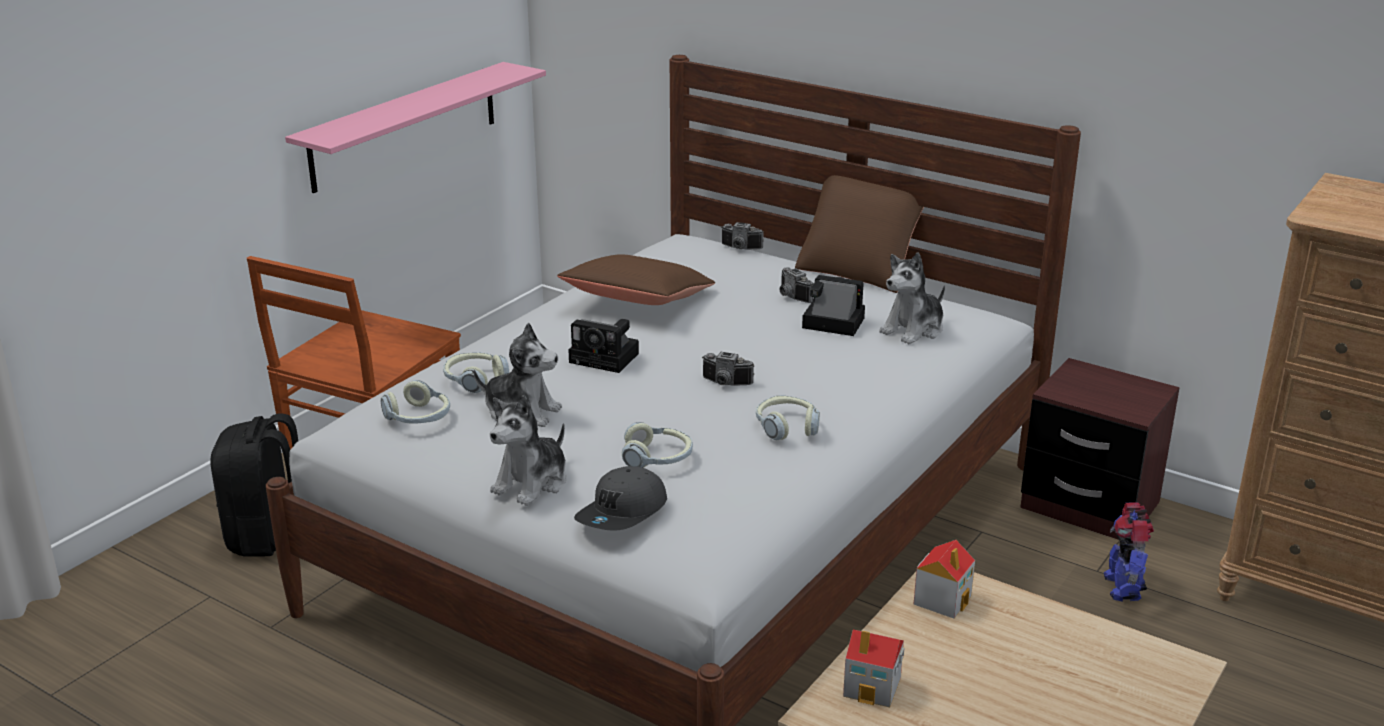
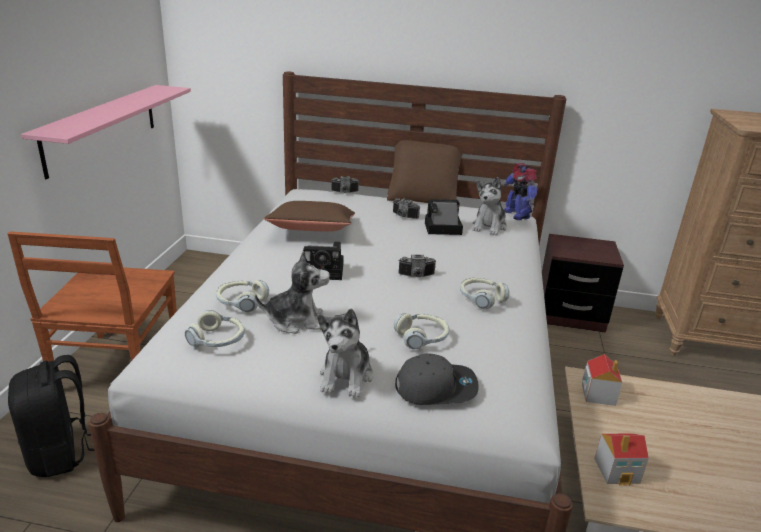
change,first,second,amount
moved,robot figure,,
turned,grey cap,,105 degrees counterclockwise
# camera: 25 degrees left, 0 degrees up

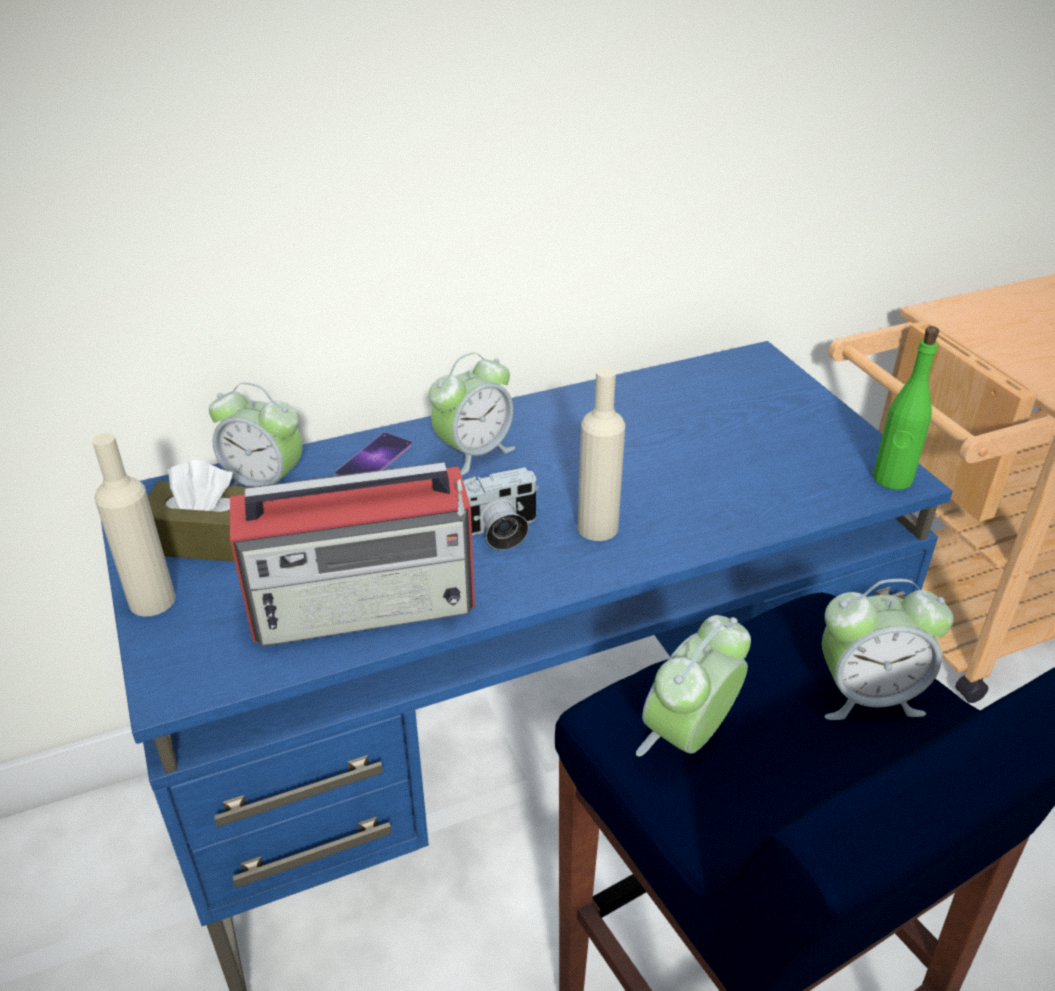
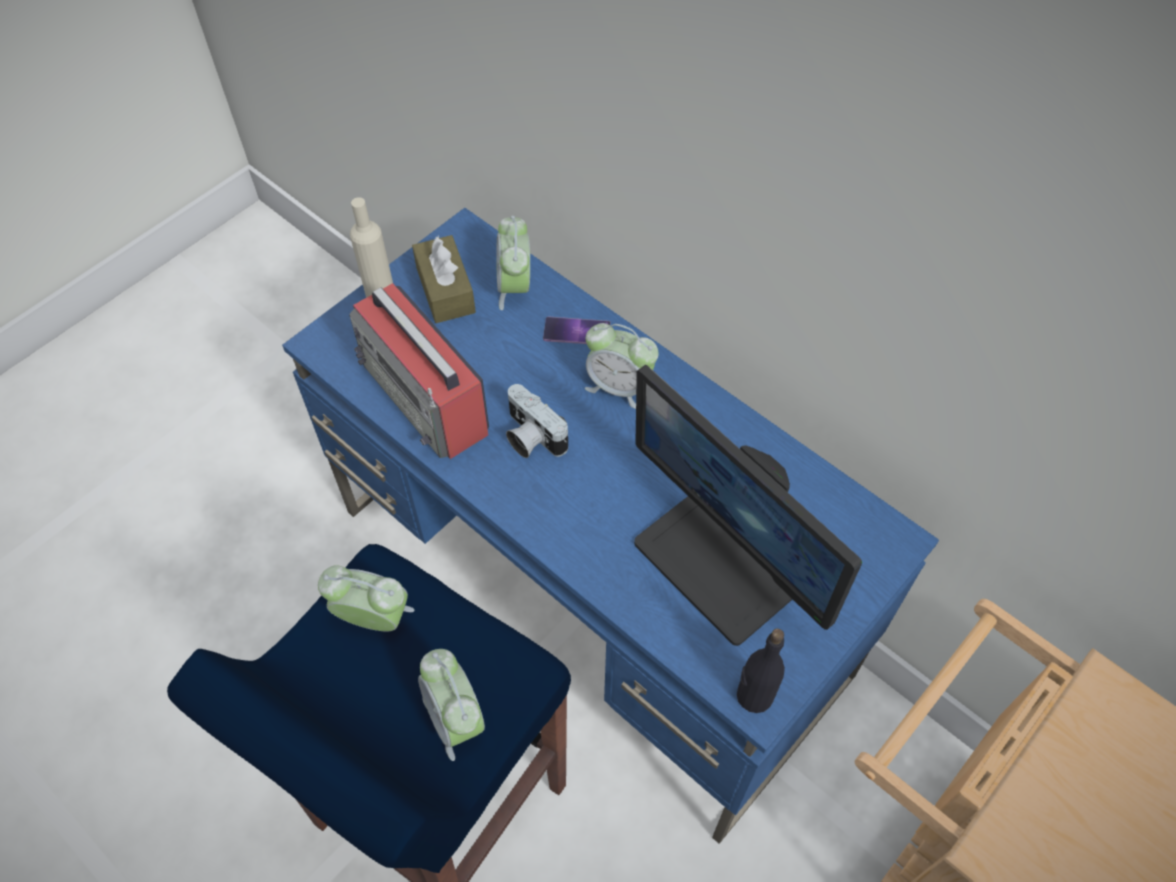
change,first,second,amount
removed,sand-coloured beverage bottle (2nd from left),,
added,,monitor,
recoloured,green-coloured beverage bottle,blackish beverage bottle,
# camera: 65 degrees right, 20 degrees up

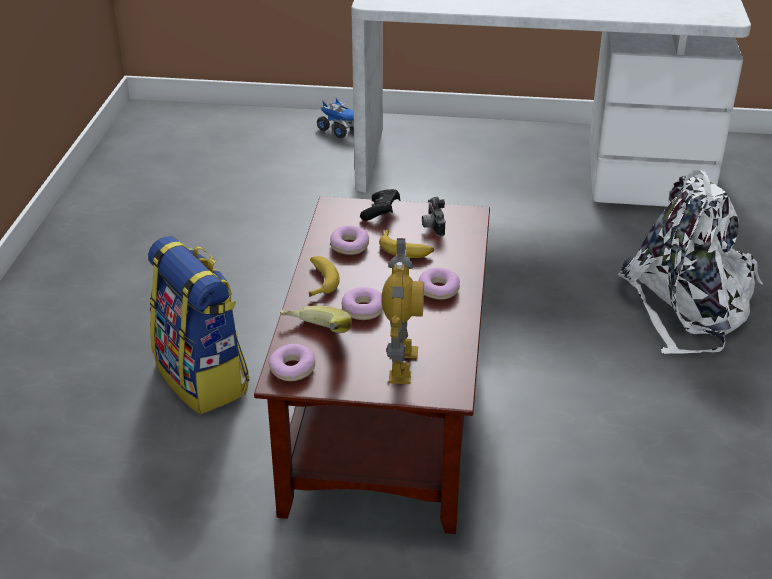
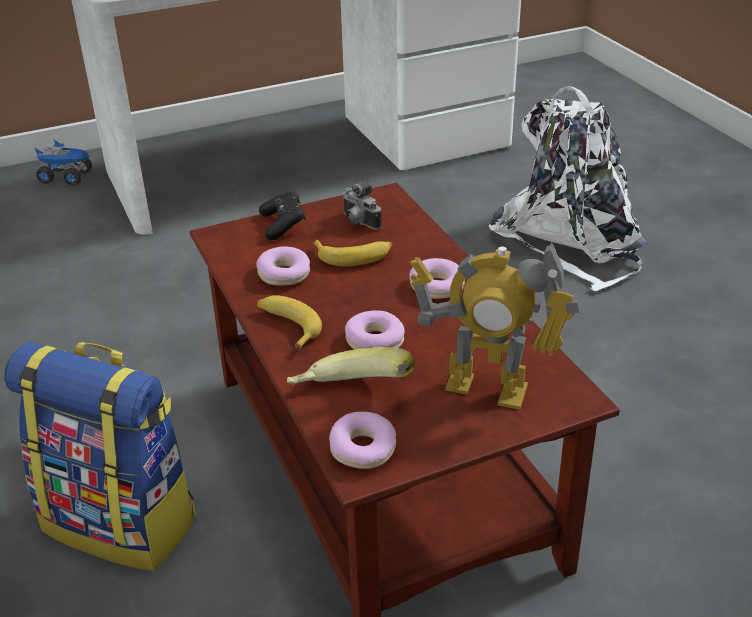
change,first,second,amount
turned,robot figure,,135 degrees clockwise
# camera: 30 degrees left, 0 degrees up

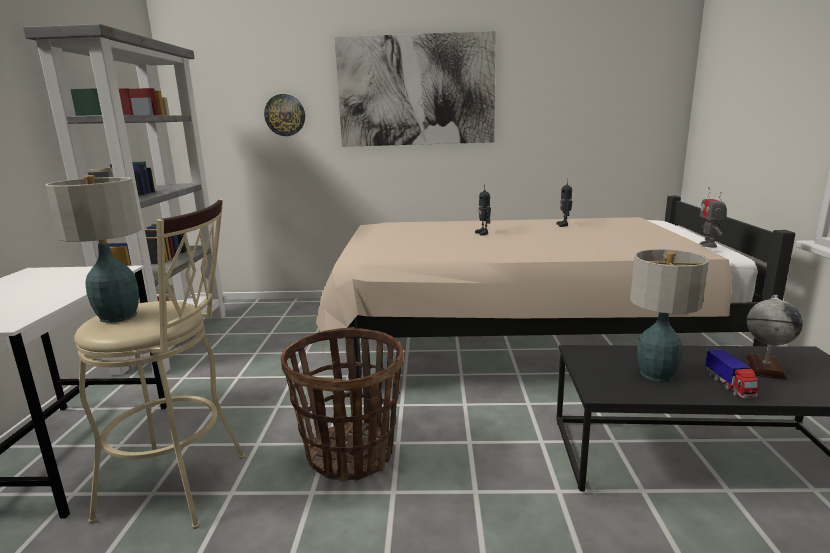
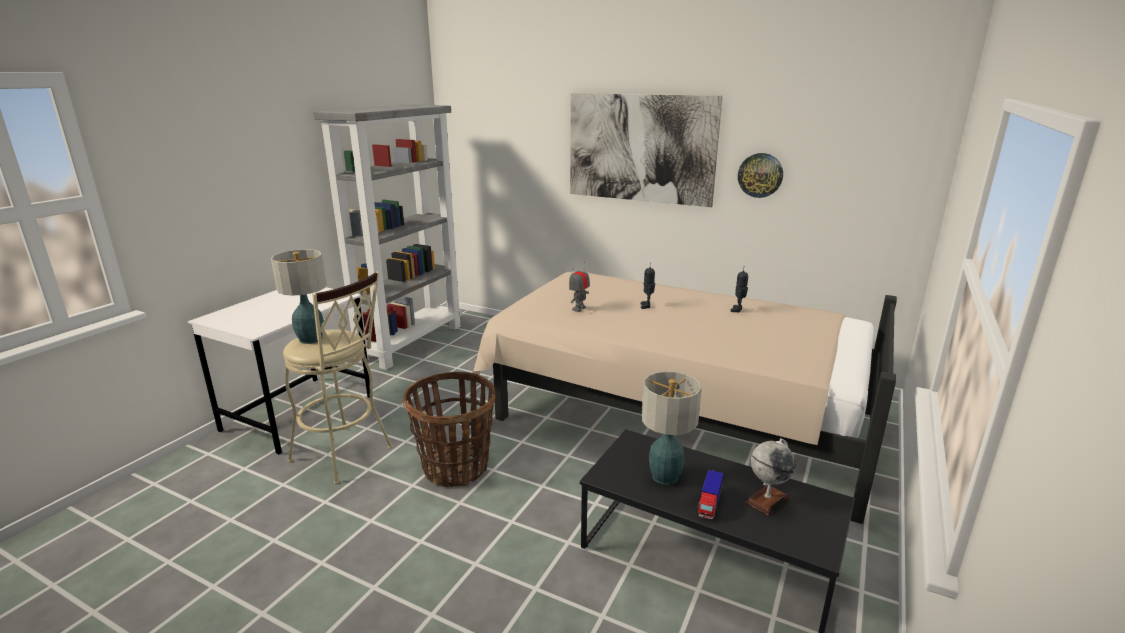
change,first,second,amount
moved,clock on the wall,,
moved,robot figure (3rd from left in the first image),robot figure (1st from left),
# camera: 25 degrees right, 5 degrees up

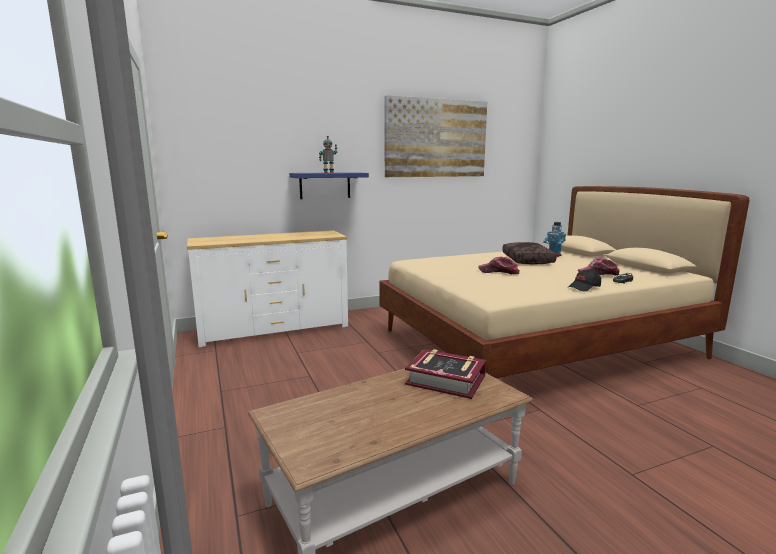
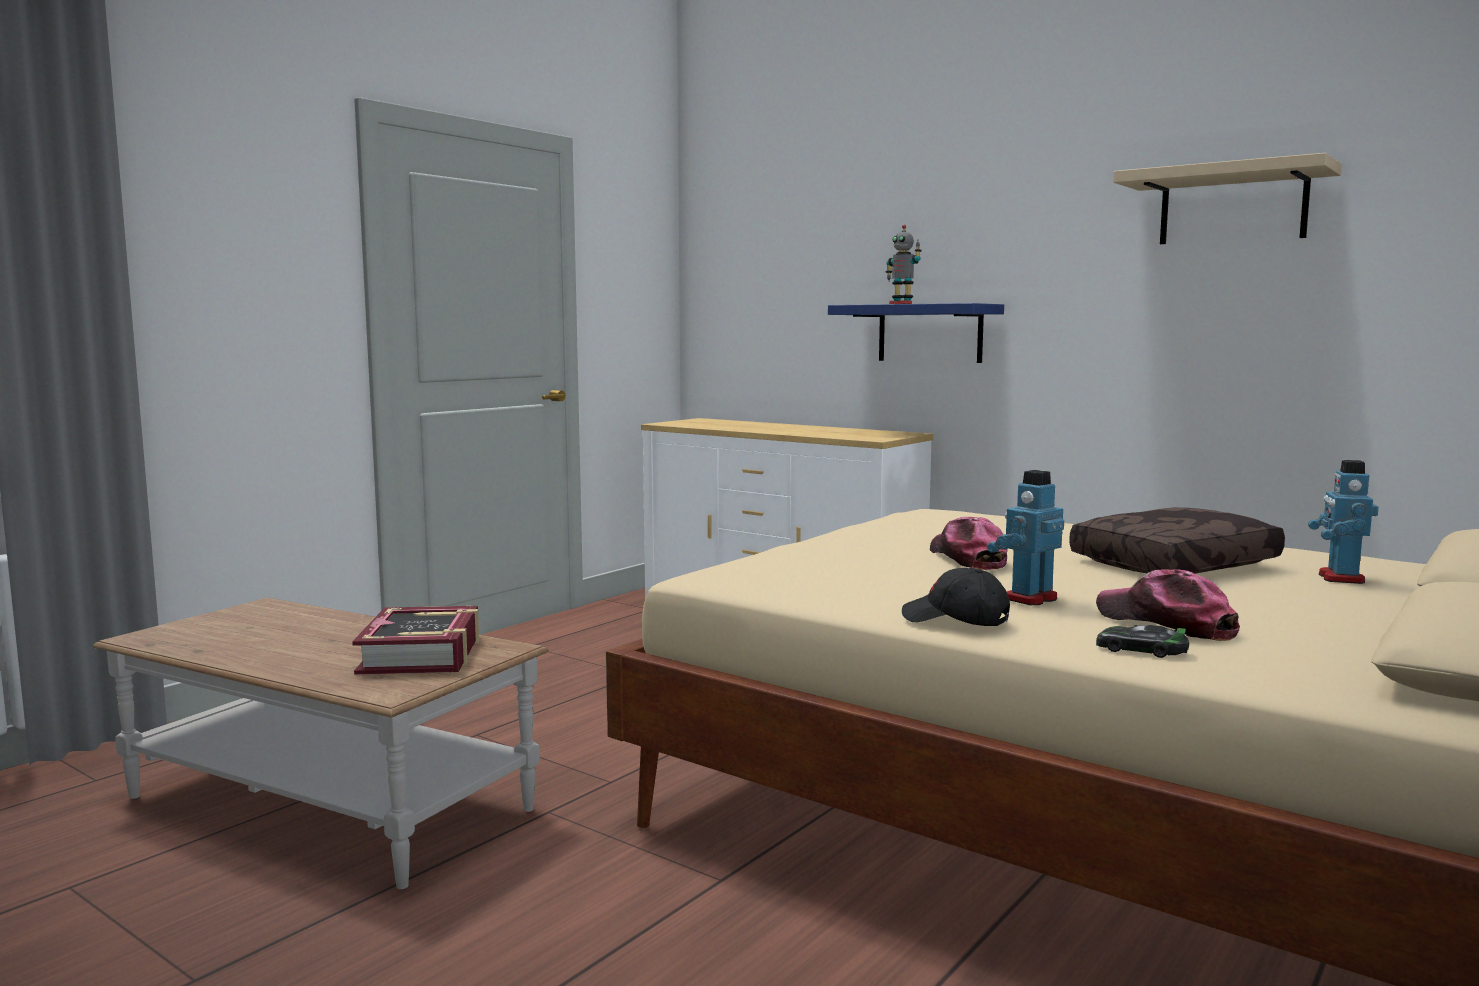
change,first,second,amount
added,,robot figure (2nd from left),
replaced,picture,sand-coloured shelf,
# camera: 60 degrees right, 5 degrees down

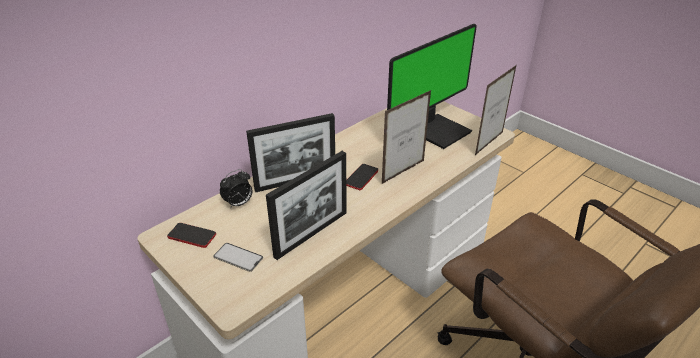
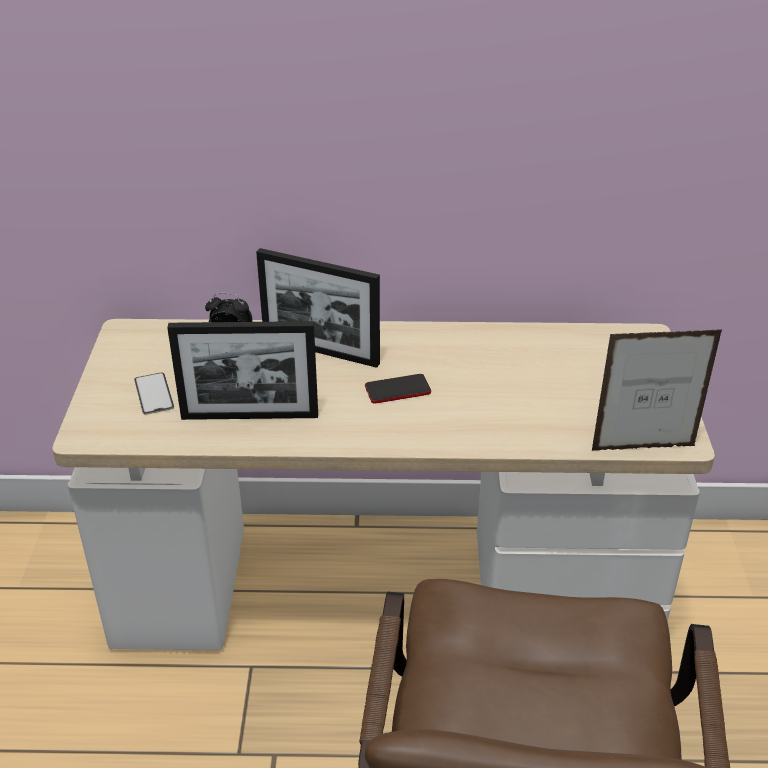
change,first,second,amount
removed,handset (1st from left),,
removed,standing frame (3rd from left),,
removed,monitor,,
# camera: 45 degrees right, 0 degrees up

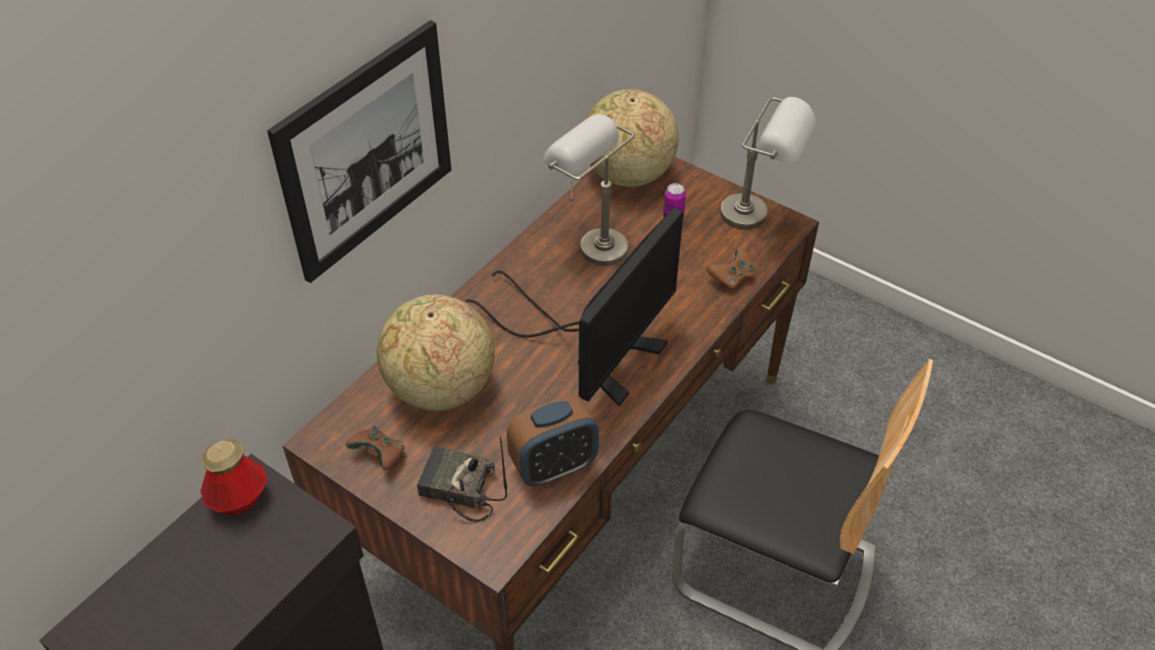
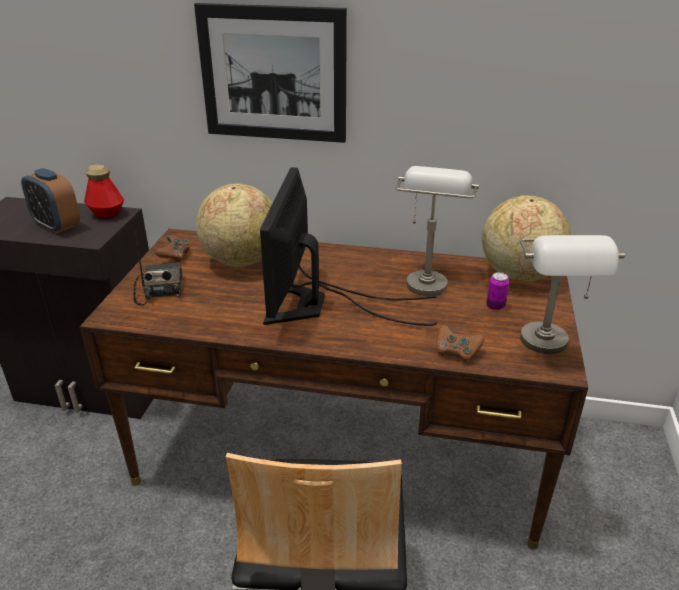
change,first,second,amount
moved,bedside clock,,
turned,monitor,,90 degrees clockwise
# camera: 65 degrees right, 15 degrees down

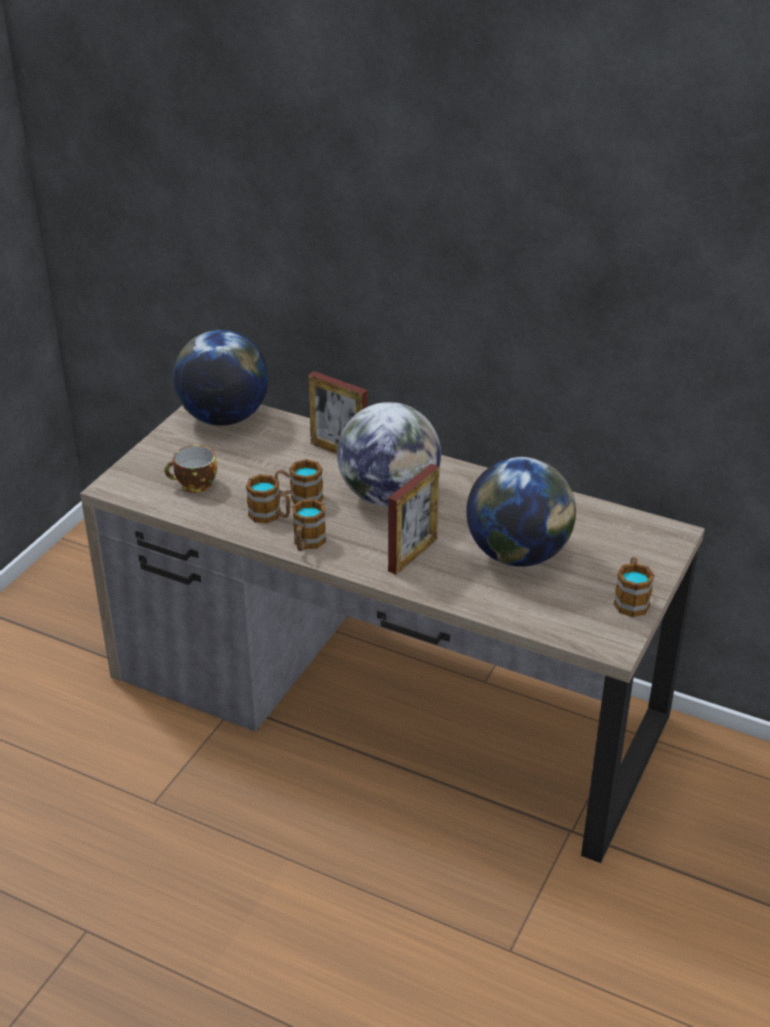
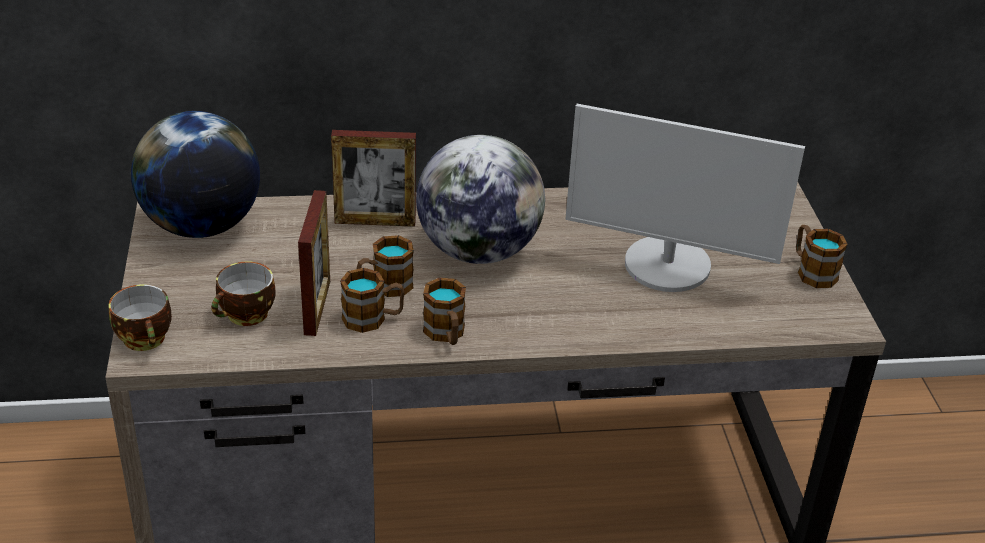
change,first,second,amount
added,,cup (1st from left),
moved,standing frame (2nd from left in the first image),standing frame (1st from left),
replaced,globe (3rd from left),monitor,
# camera: 35 degrees left, 0 degrees up

